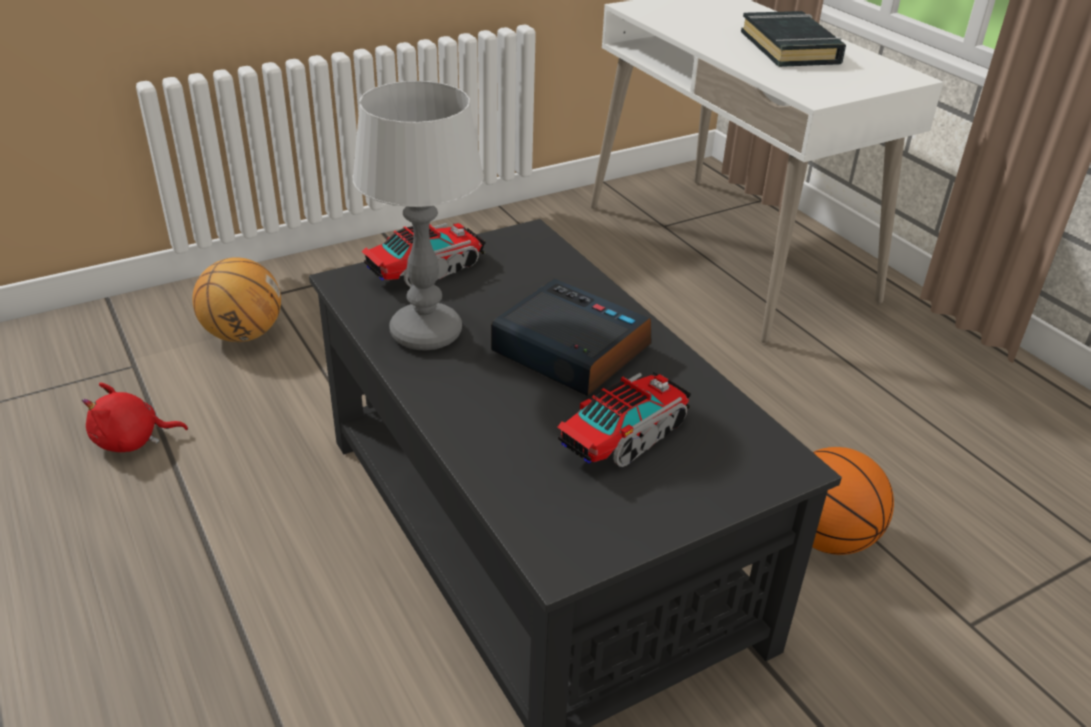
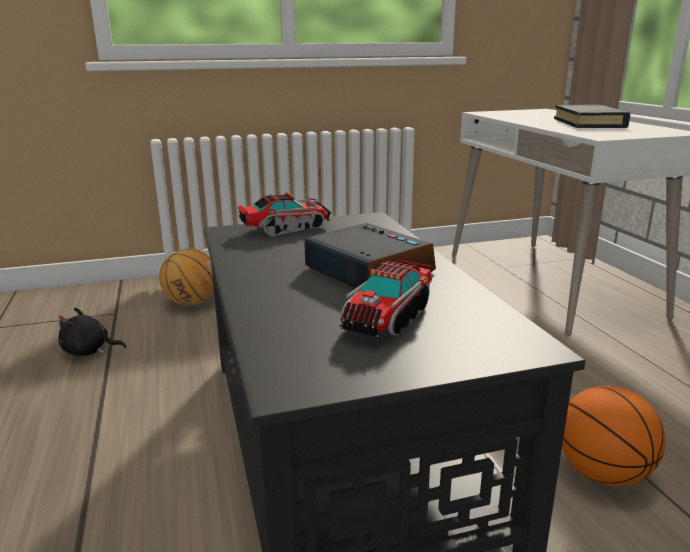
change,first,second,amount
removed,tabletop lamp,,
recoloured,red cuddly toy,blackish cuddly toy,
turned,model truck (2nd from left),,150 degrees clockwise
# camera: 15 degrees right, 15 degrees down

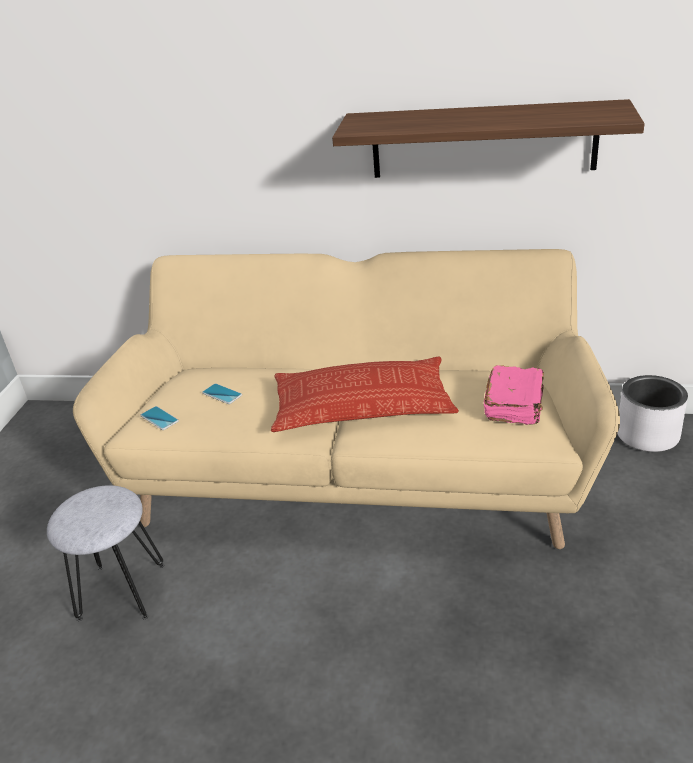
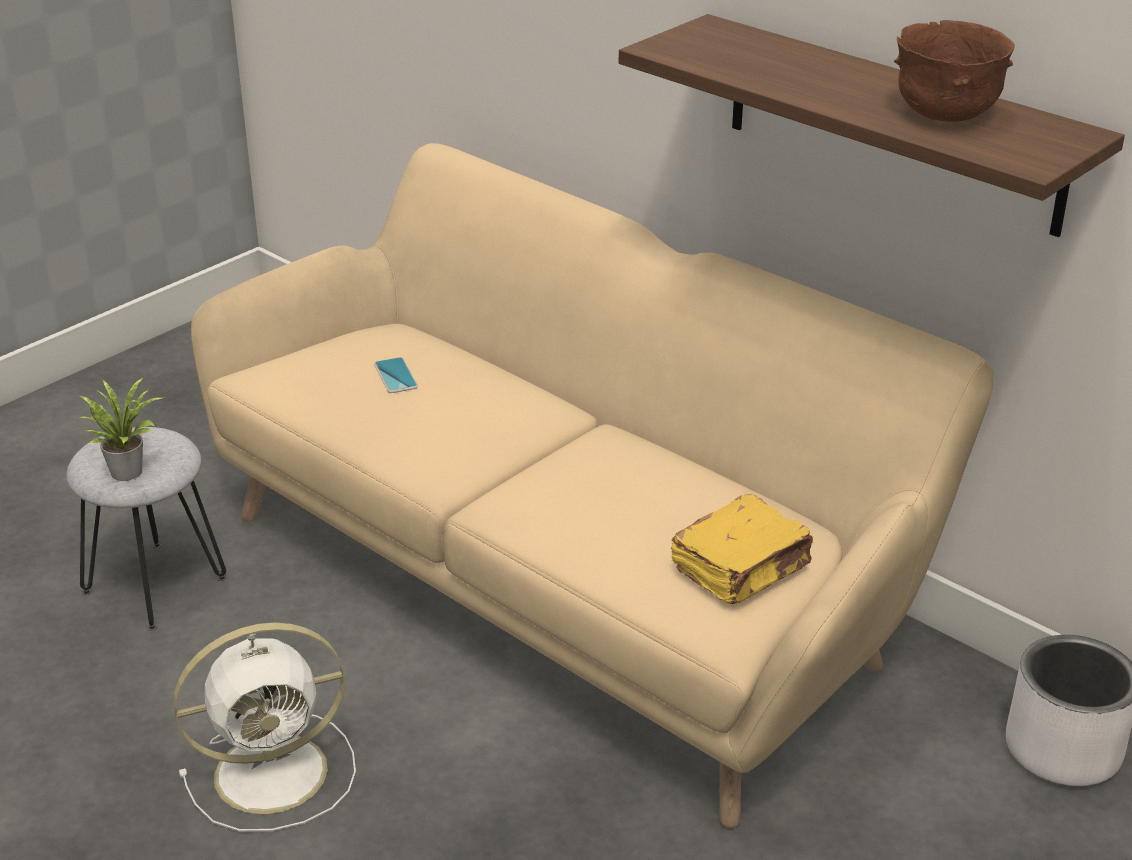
change,first,second,amount
removed,handset (1st from left),,
removed,cushion,,
added,,plant in a pot,
added,,white-coloured fan,
added,,brown bowl,
recoloured,pinkish book,yellow book,
# camera: 30 degrees right, 0 degrees up

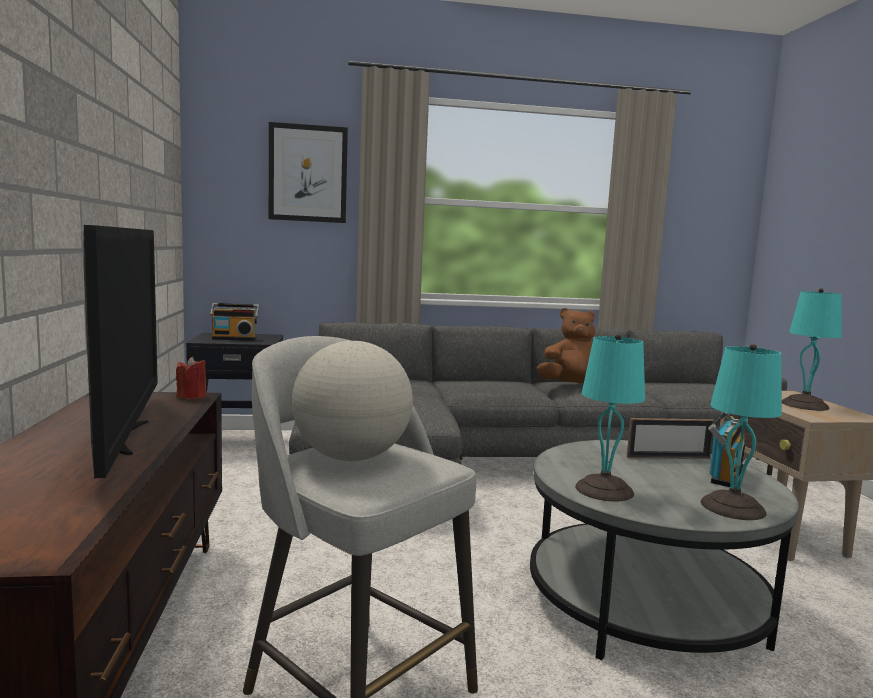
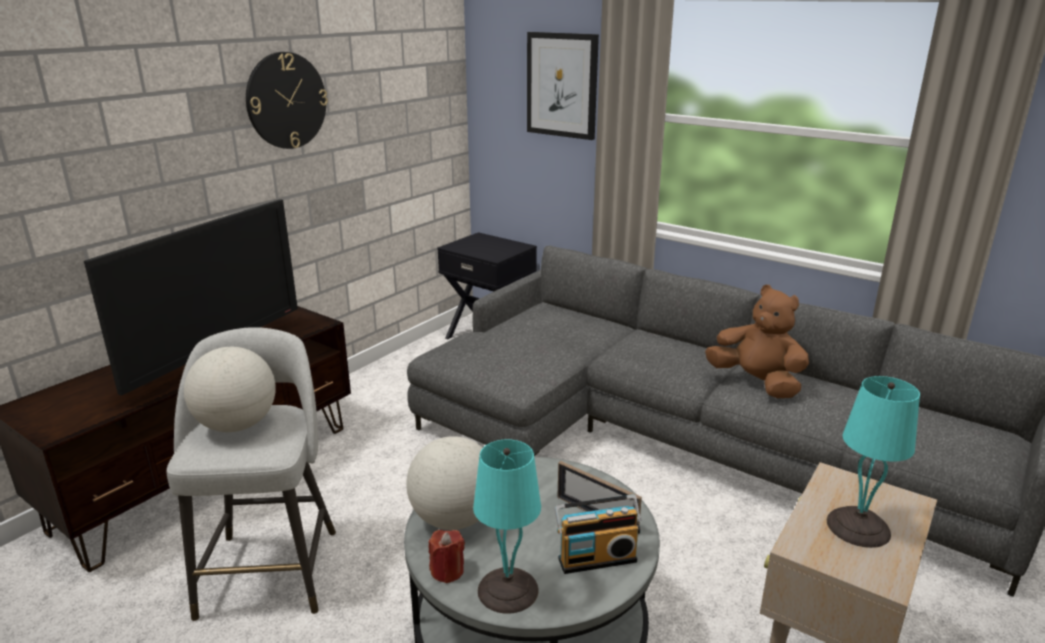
change,first,second,amount
removed,radio set (1st from left),,
added,,clock on the wall,
moved,red candle,,
replaced,turquoise tabletop lamp (1st from left),globe (2nd from left),
# camera: 45 degrees right, 15 degrees up

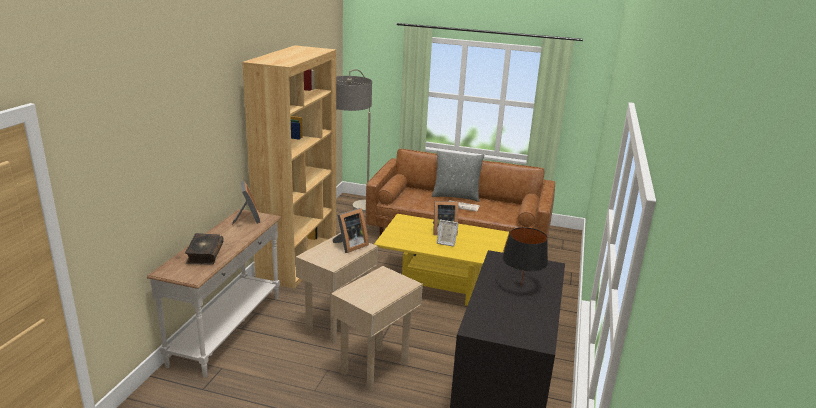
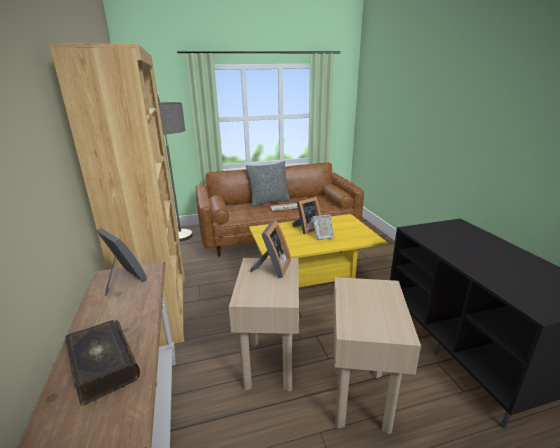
change,first,second,amount
removed,blackish tabletop lamp,,
# camera: 30 degrees left, 0 degrees up

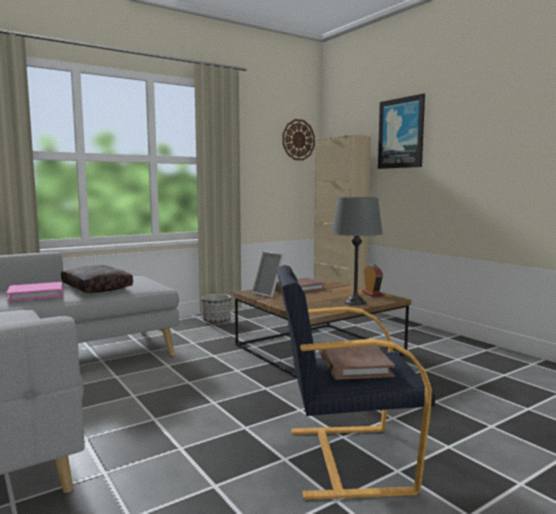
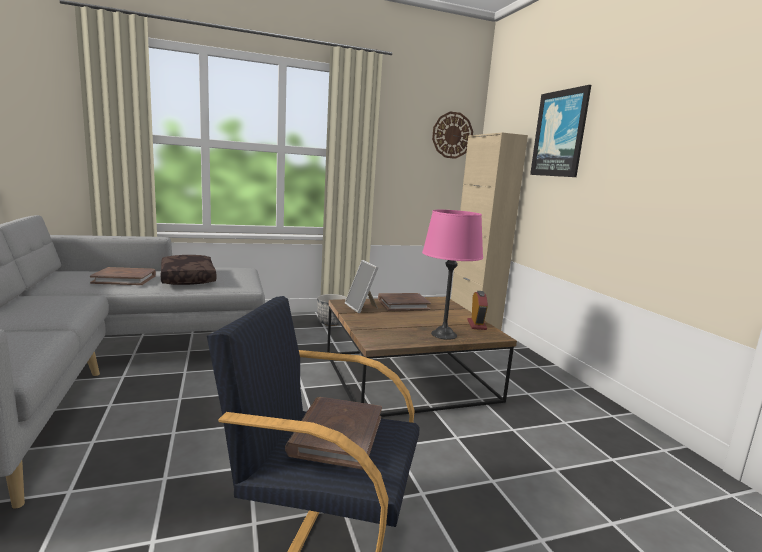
change,first,second,amount
recoloured,pinkish book,brown book (1st from left),
recoloured,grey tabletop lamp,pinkish tabletop lamp,
# camera: 15 degrees right, 5 degrees up

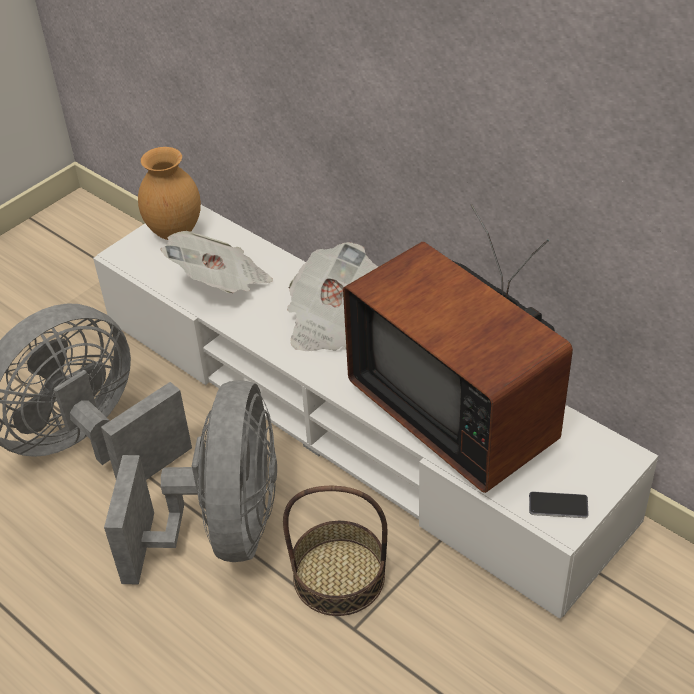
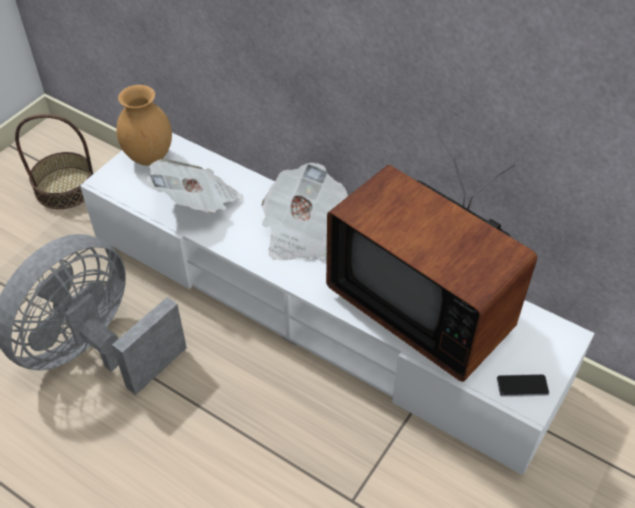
change,first,second,amount
removed,grey fan (2nd from left),,
moved,basket,,
# camera: 10 degrees left, 5 degrees up

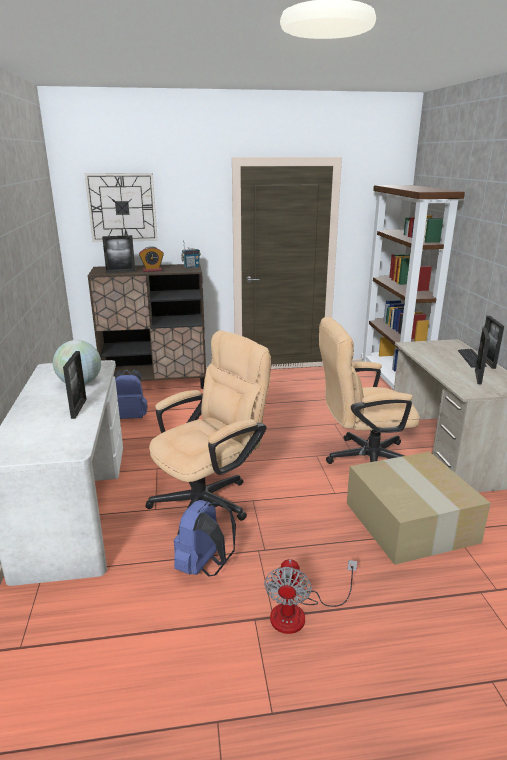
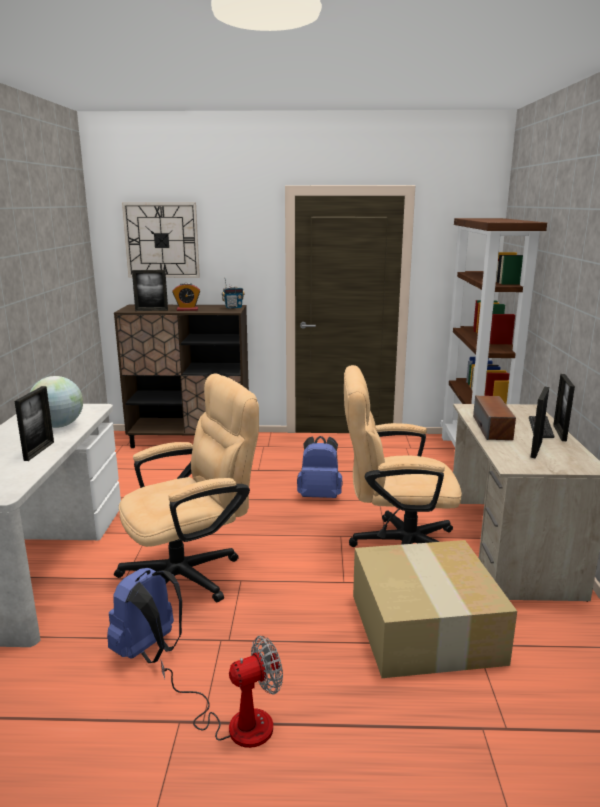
change,first,second,amount
added,,speaker,
moved,bluish rucksack (1st from left in the first image),bluish rucksack (2nd from left),
turned,fan,,135 degrees counterclockwise
# camera: 10 degrees right, 5 degrees down

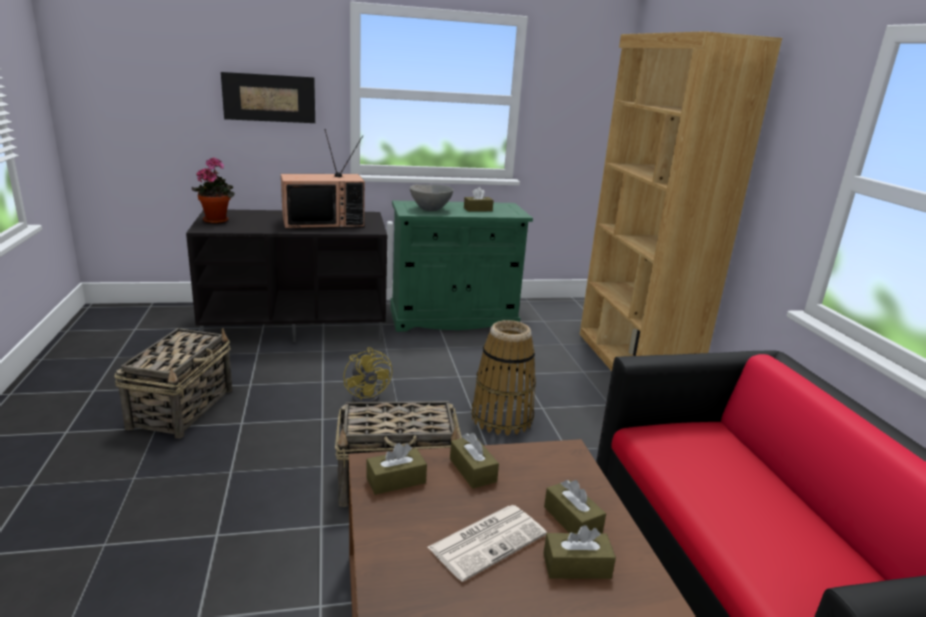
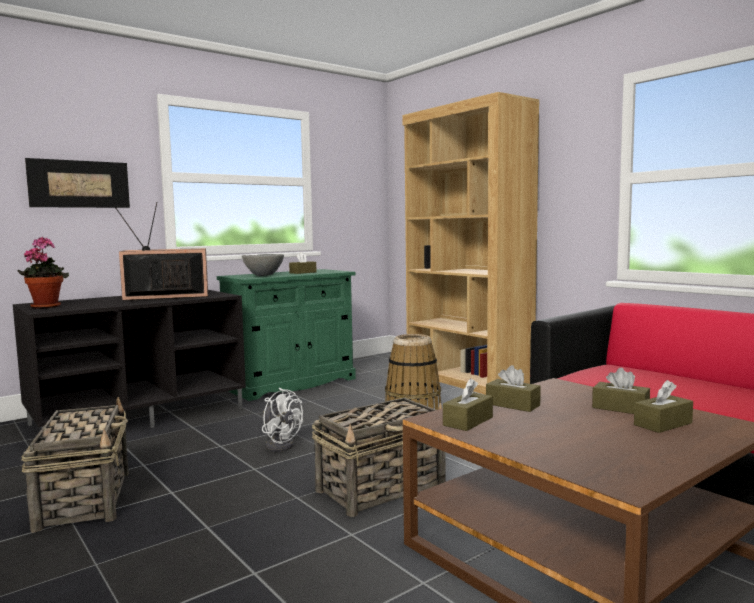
change,first,second,amount
removed,daily paper,,
recoloured,yellow fan,white-coloured fan,
turned,TV,,150 degrees counterclockwise
# camera: 25 degrees left, 15 degrees down

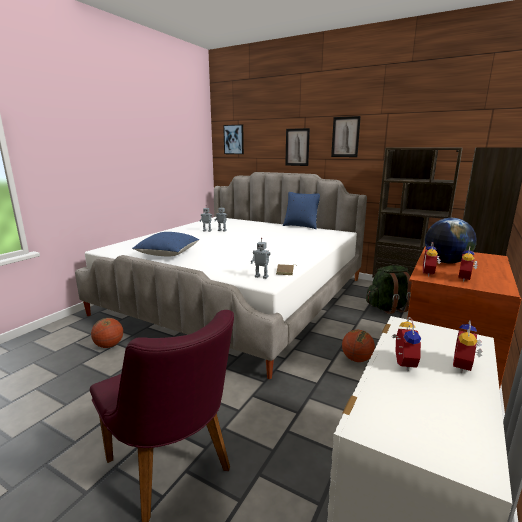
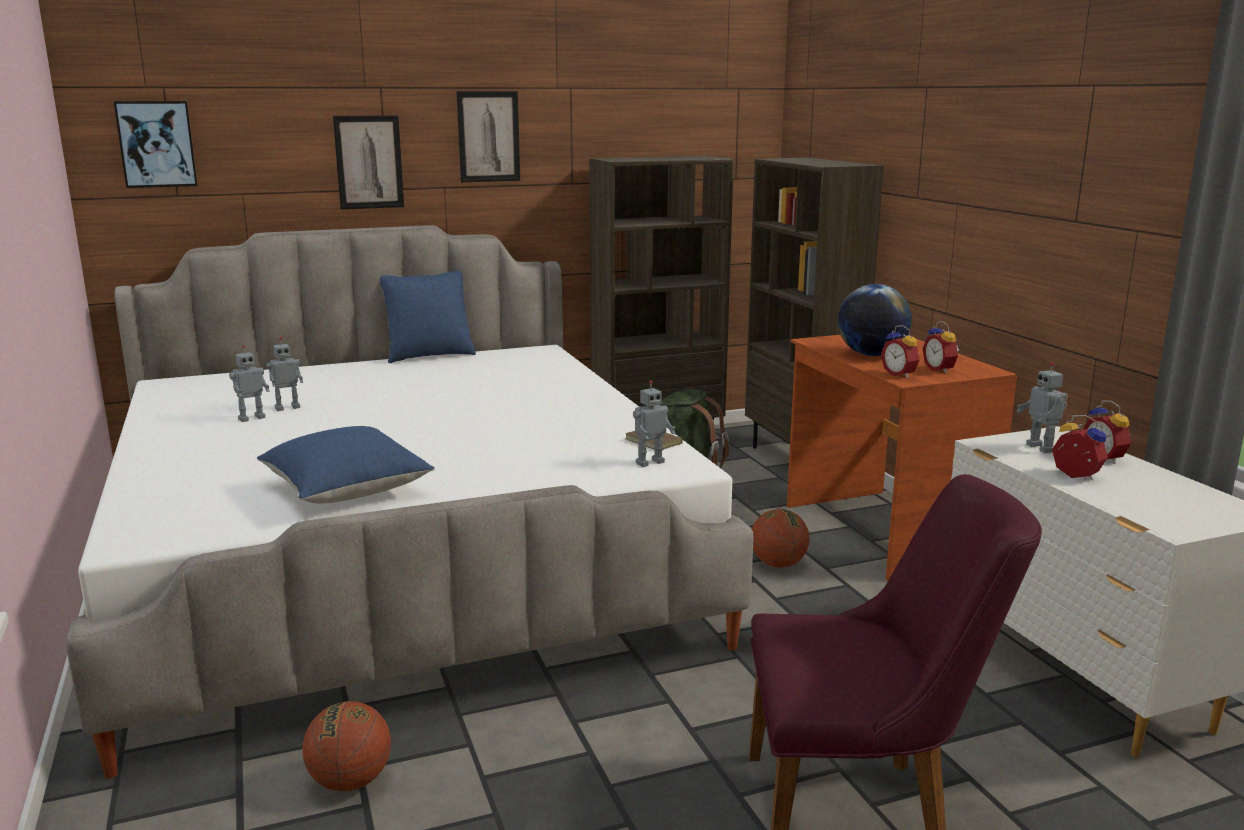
change,first,second,amount
added,,robot figure (4th from left),
# camera: 50 degrees left, 0 degrees up

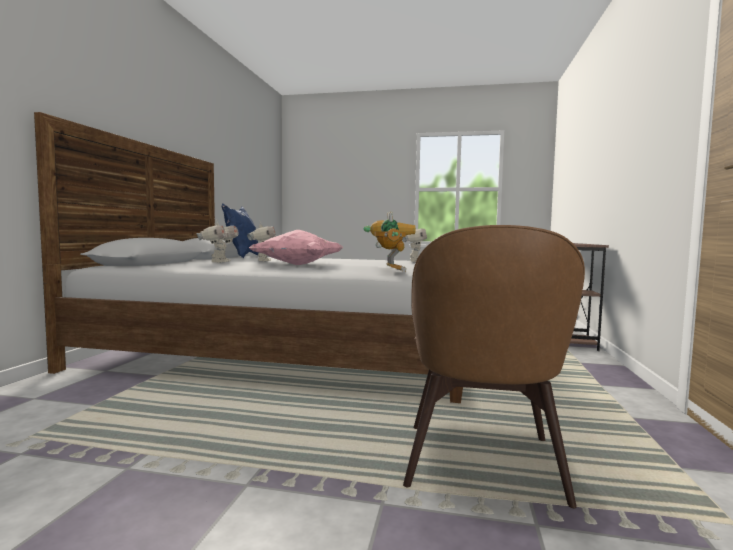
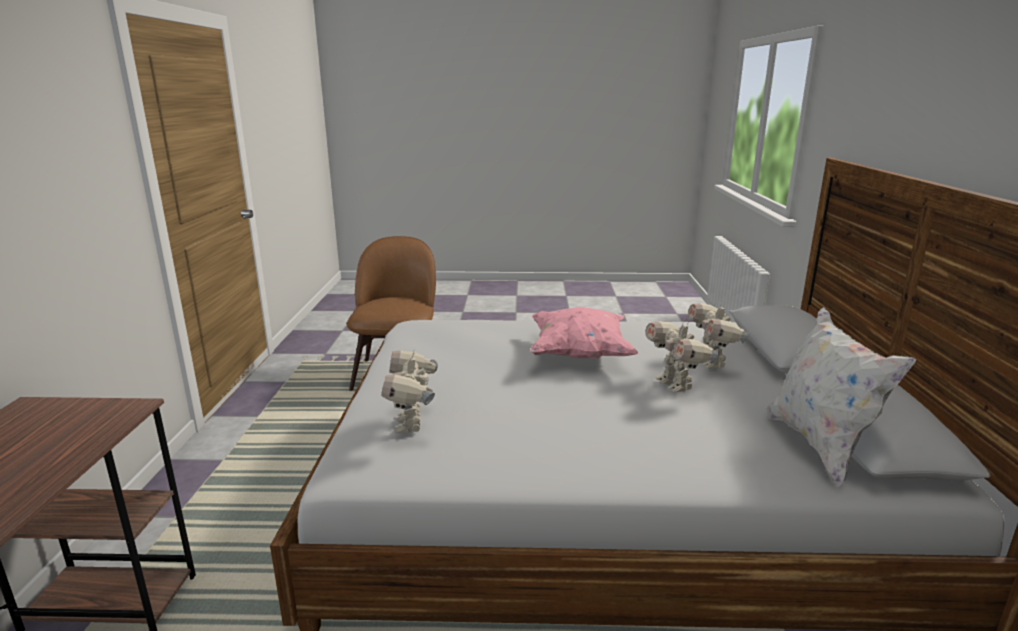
change,first,second,amount
removed,robot figure (3rd from left),,
recoloured,bluish cushion,white-coloured cushion,
# camera: 170 degrees right, 15 degrees up

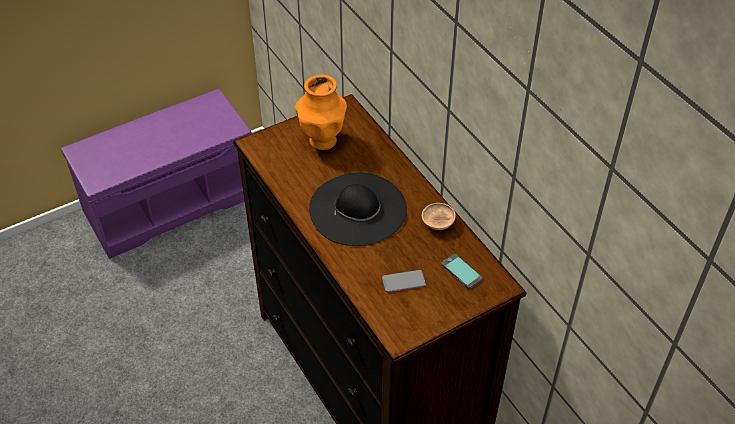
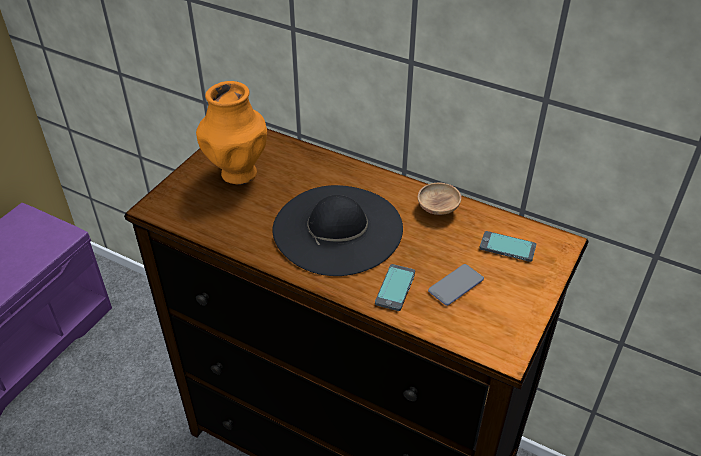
change,first,second,amount
added,,handset (1st from left),
# camera: 30 degrees left, 5 degrees down

